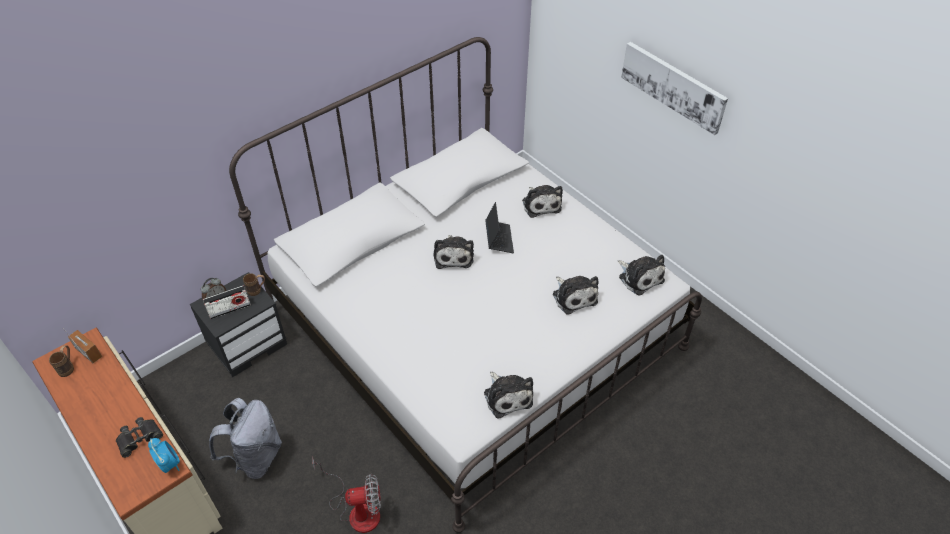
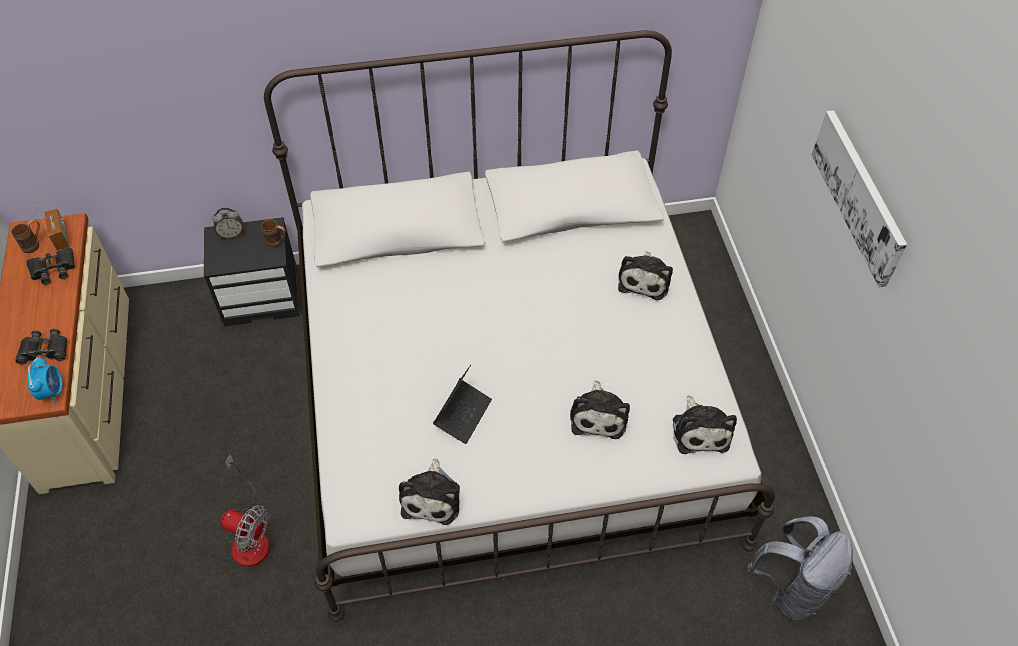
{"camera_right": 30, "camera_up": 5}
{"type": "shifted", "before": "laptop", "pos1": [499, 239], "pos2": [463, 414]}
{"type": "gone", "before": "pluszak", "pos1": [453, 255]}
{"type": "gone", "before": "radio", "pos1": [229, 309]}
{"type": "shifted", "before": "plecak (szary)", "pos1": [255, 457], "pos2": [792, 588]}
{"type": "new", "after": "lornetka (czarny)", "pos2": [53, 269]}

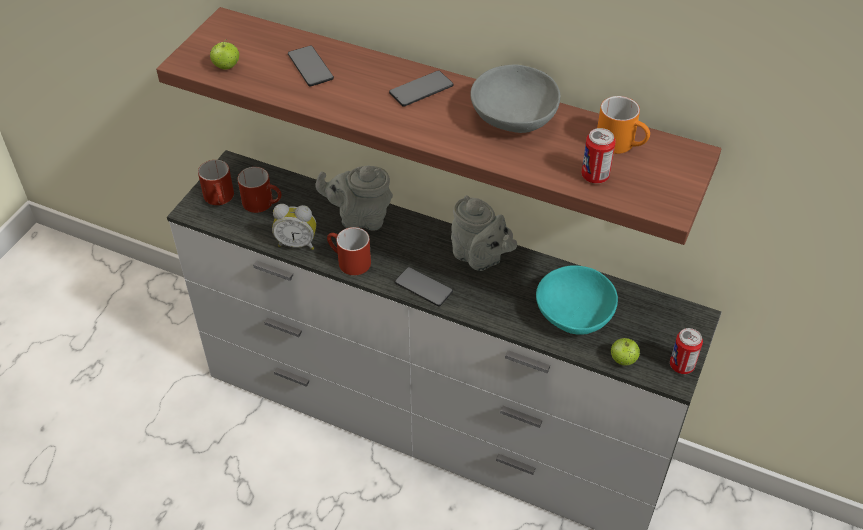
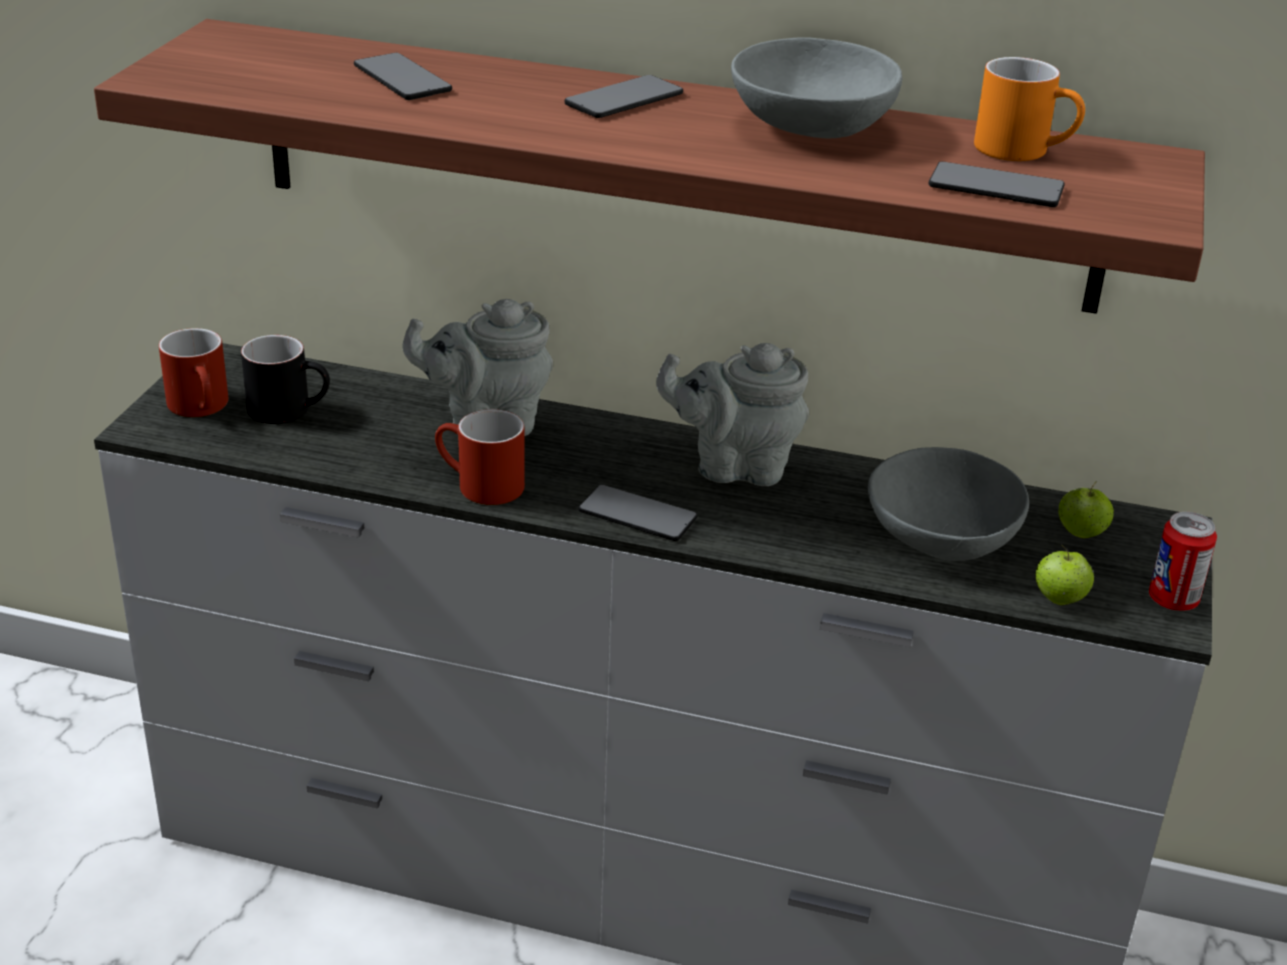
{"camera_right": -10, "camera_up": -15}
{"type": "shifted", "before": "jabłko", "pos1": [226, 67], "pos2": [1080, 534]}
{"type": "swapped", "before": "puszka", "after": "telefon", "pos1": [595, 176], "pos2": [995, 187]}
{"type": "repainted", "before": "kubek (czerwony)", "after": "kubek (czarny)", "pos1": [263, 203], "pos2": [291, 409]}
{"type": "rotated", "before": "imbryk (szary)", "pos1": [480, 258], "pos2": [735, 466], "turn": 150}
{"type": "gone", "before": "budzik", "pos1": [297, 243]}
{"type": "repainted", "before": "miska (turkusowy)", "after": "miska (szary)", "pos1": [573, 314], "pos2": [939, 538]}

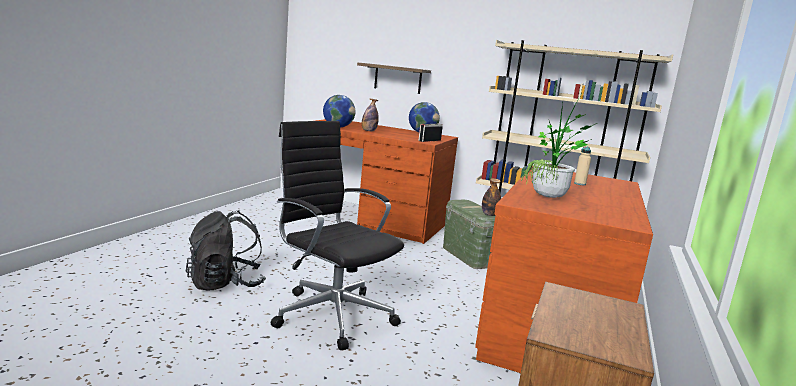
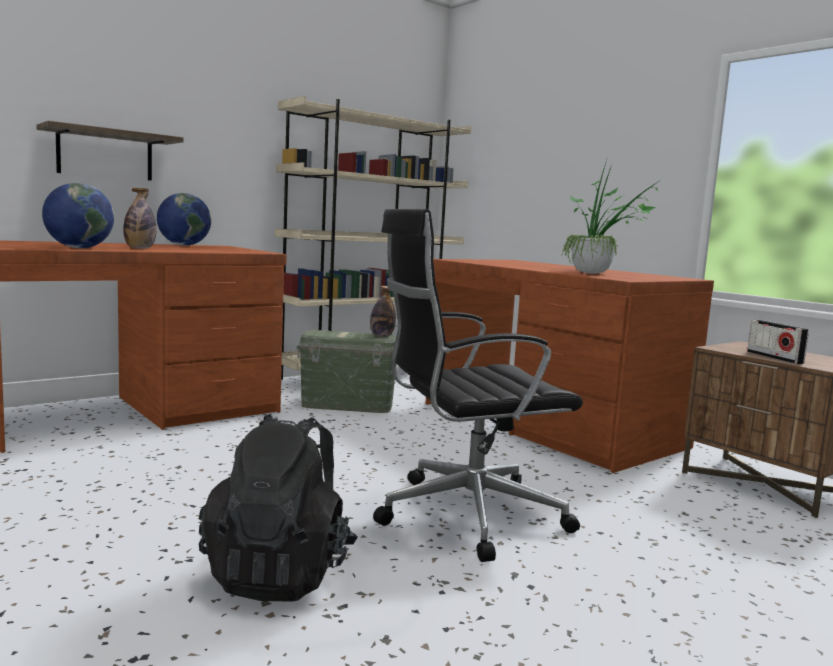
{"camera_right": -60, "camera_up": -5}
{"type": "shifted", "before": "radio", "pos1": [429, 140], "pos2": [774, 358]}
{"type": "gone", "before": "butelka (beżowy)", "pos1": [579, 184]}

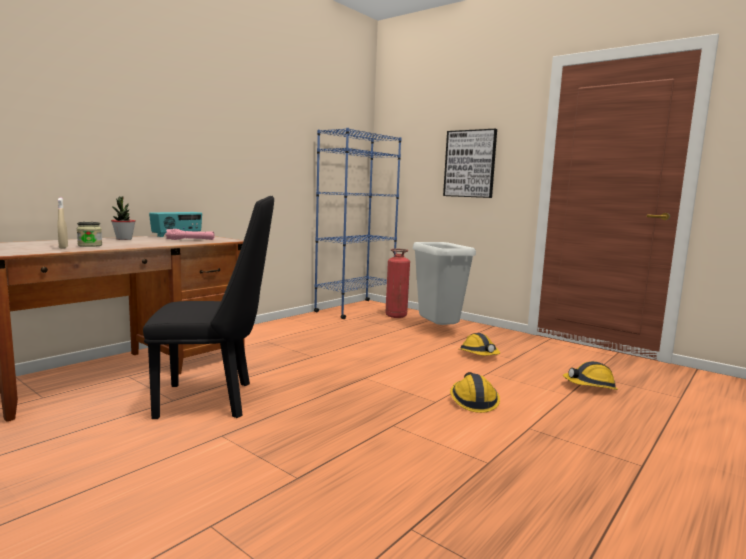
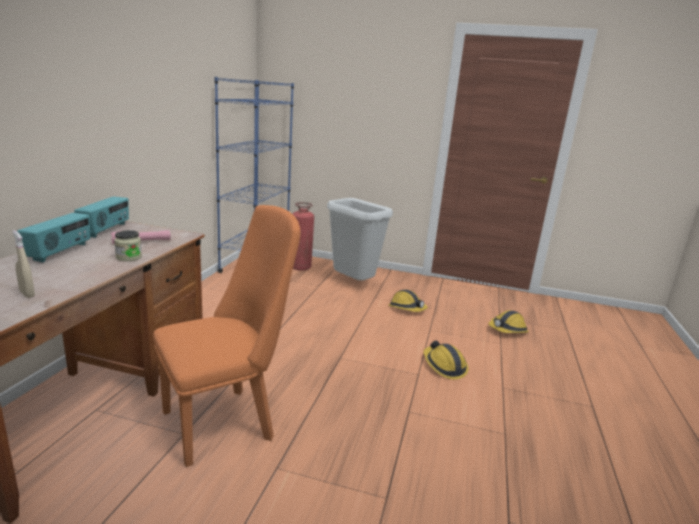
{"camera_right": -25, "camera_up": 10}
{"type": "gone", "before": "obraz", "pos1": [470, 164]}
{"type": "repainted", "before": "krzesło (czarny)", "after": "krzesło (pomarańczowy)", "pos1": [215, 399], "pos2": [227, 421]}
{"type": "swapped", "before": "roślina doniczkowa", "after": "radio", "pos1": [124, 239], "pos2": [60, 252]}
{"type": "shifted", "before": "słoik", "pos1": [90, 245], "pos2": [129, 257]}

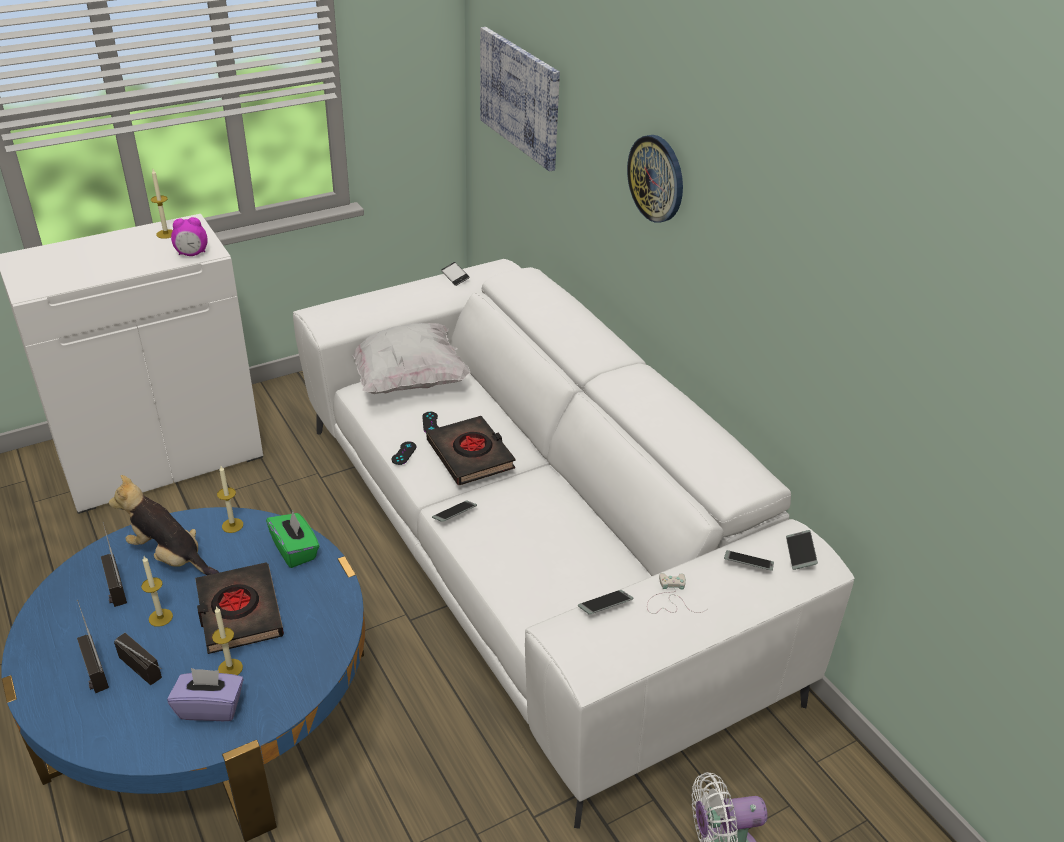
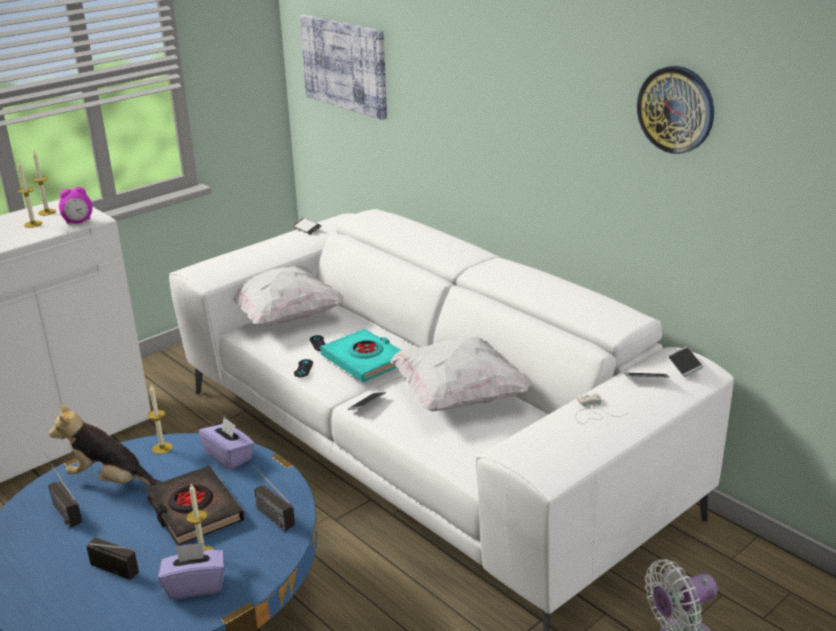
{"camera_right": -10, "camera_up": -10}
{"type": "shifted", "before": "zegar ścienny", "pos1": [656, 178], "pos2": [676, 109]}
{"type": "repainted", "before": "książka (czarny)", "after": "książka (turkusowy)", "pos1": [471, 455], "pos2": [364, 360]}
{"type": "repainted", "before": "pudełko chusteczek (zielony)", "after": "pudełko chusteczek (fioletowy)", "pos1": [295, 550], "pos2": [229, 456]}
{"type": "shifted", "before": "świeca", "pos1": [160, 617], "pos2": [33, 224]}
{"type": "gone", "before": "telefon", "pos1": [605, 606]}
{"type": "shifted", "before": "radio", "pos1": [90, 662], "pos2": [266, 511]}
{"type": "new", "after": "poduszka (biały)", "pos2": [459, 396]}

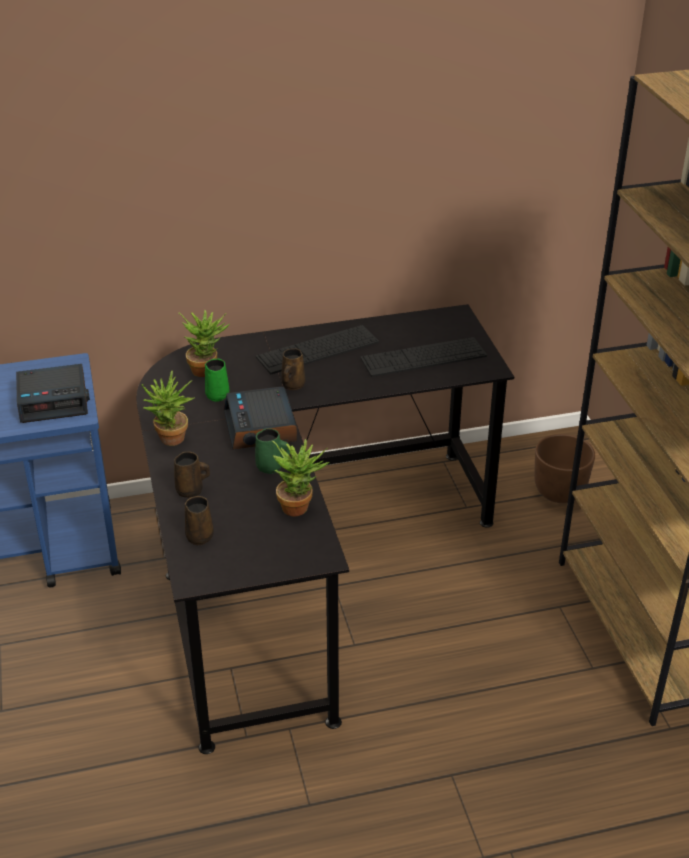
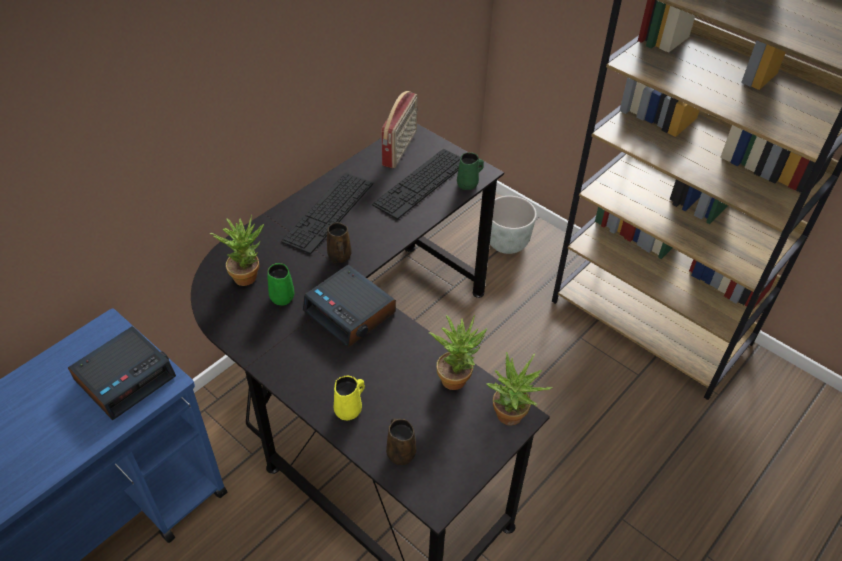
{"camera_right": -35, "camera_up": 10}
{"type": "shifted", "before": "roślina doniczkowa", "pos1": [171, 442], "pos2": [512, 419]}
{"type": "shifted", "before": "kubek (zielony)", "pos1": [271, 467], "pos2": [468, 184]}
{"type": "repainted", "before": "donica (brązowy)", "after": "donica (szary)", "pos1": [560, 492], "pos2": [507, 243]}
{"type": "repainted", "before": "kubek (brązowy)", "after": "kubek (żółty)", "pos1": [191, 491], "pos2": [349, 409]}
{"type": "new", "after": "radio", "pos2": [400, 148]}

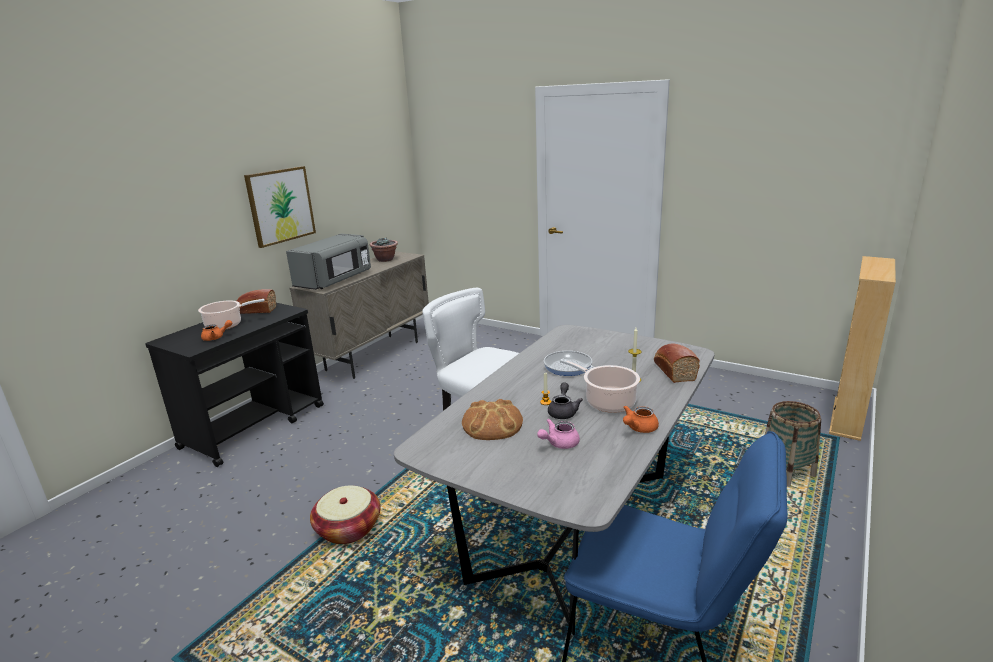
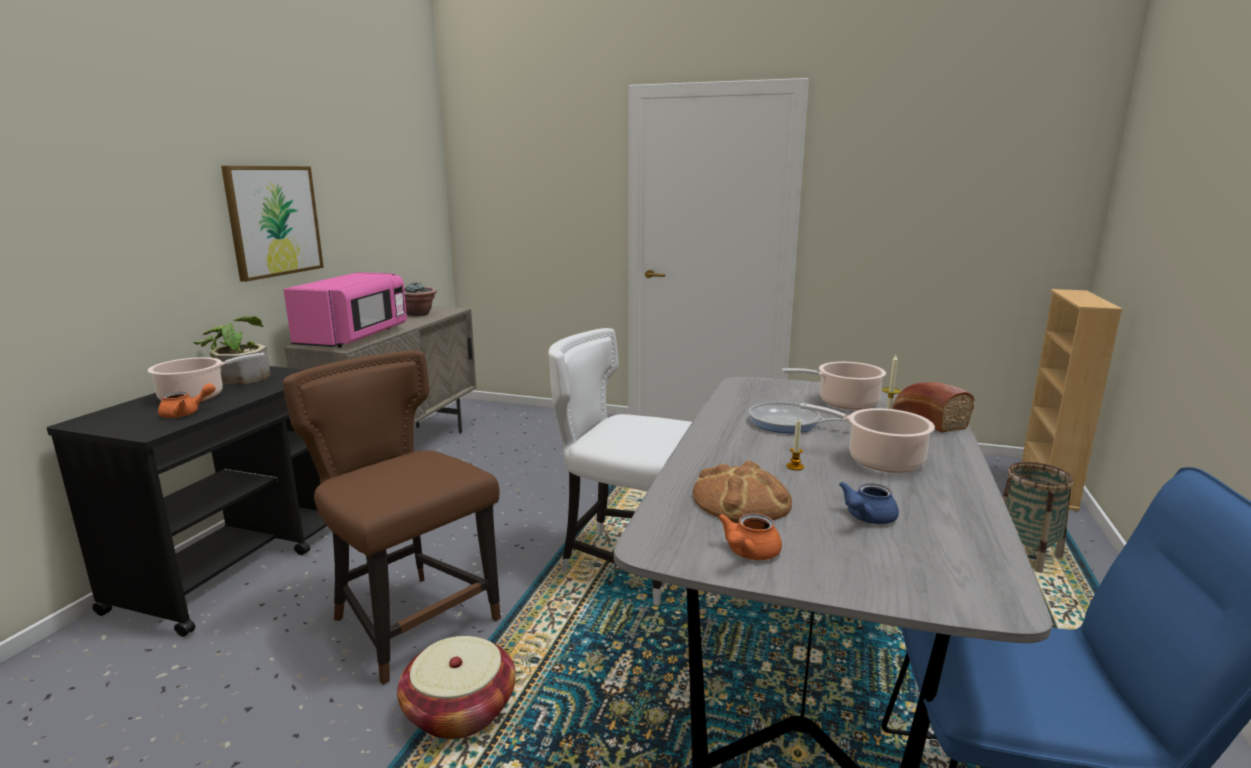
{"camera_right": -15, "camera_up": -5}
{"type": "repainted", "before": "mikrofalówka (szary)", "after": "mikrofalówka (różowy)", "pos1": [335, 280], "pos2": [355, 337]}
{"type": "swapped", "before": "chleb", "after": "roślina doniczkowa", "pos1": [255, 310], "pos2": [239, 377]}
{"type": "gone", "before": "imbryk (szary)", "pos1": [563, 411]}
{"type": "shifted", "before": "imbryk (pomarańczowy)", "pos1": [638, 428], "pos2": [748, 553]}
{"type": "repainted", "before": "imbryk (różowy)", "after": "imbryk (niebieski)", "pos1": [559, 443], "pos2": [866, 518]}
{"type": "new", "after": "krzesło (brązowy)", "pos2": [410, 621]}
{"type": "new", "after": "garnek", "pos2": [844, 403]}

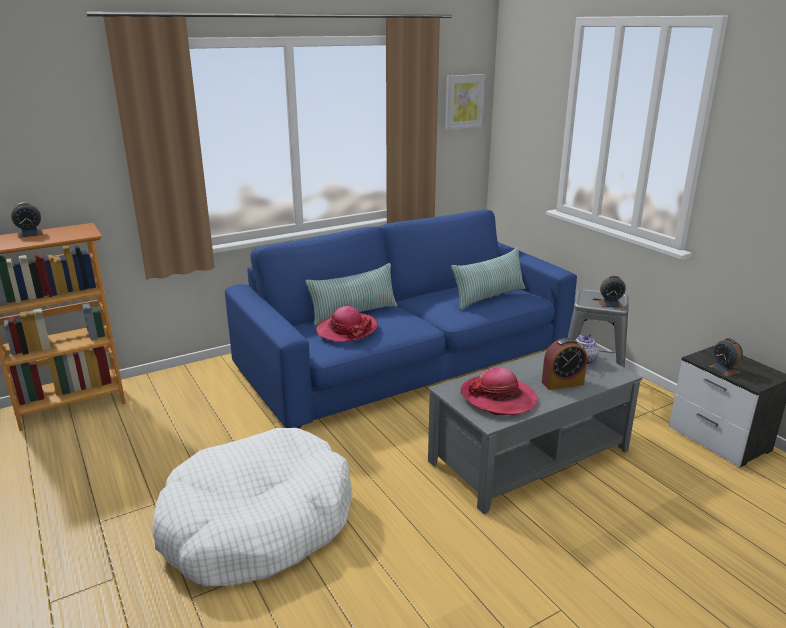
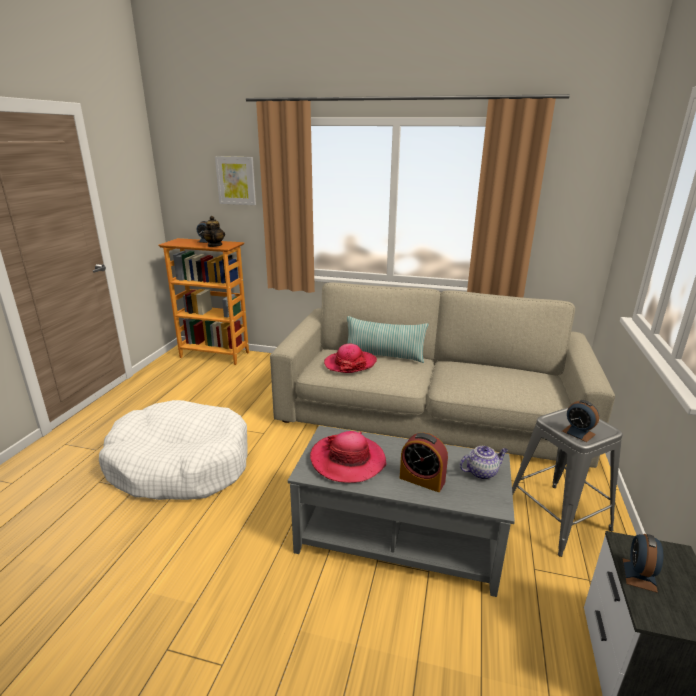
{"camera_right": 45, "camera_up": 0}
{"type": "shifted", "before": "obraz", "pos1": [463, 101], "pos2": [236, 180]}
{"type": "repainted", "before": "kanapa (niebieski)", "after": "kanapa (beżowy)", "pos1": [406, 357], "pos2": [429, 411]}
{"type": "gone", "before": "poduszka", "pos1": [489, 297]}
{"type": "new", "after": "imbryk", "pos2": [214, 245]}

